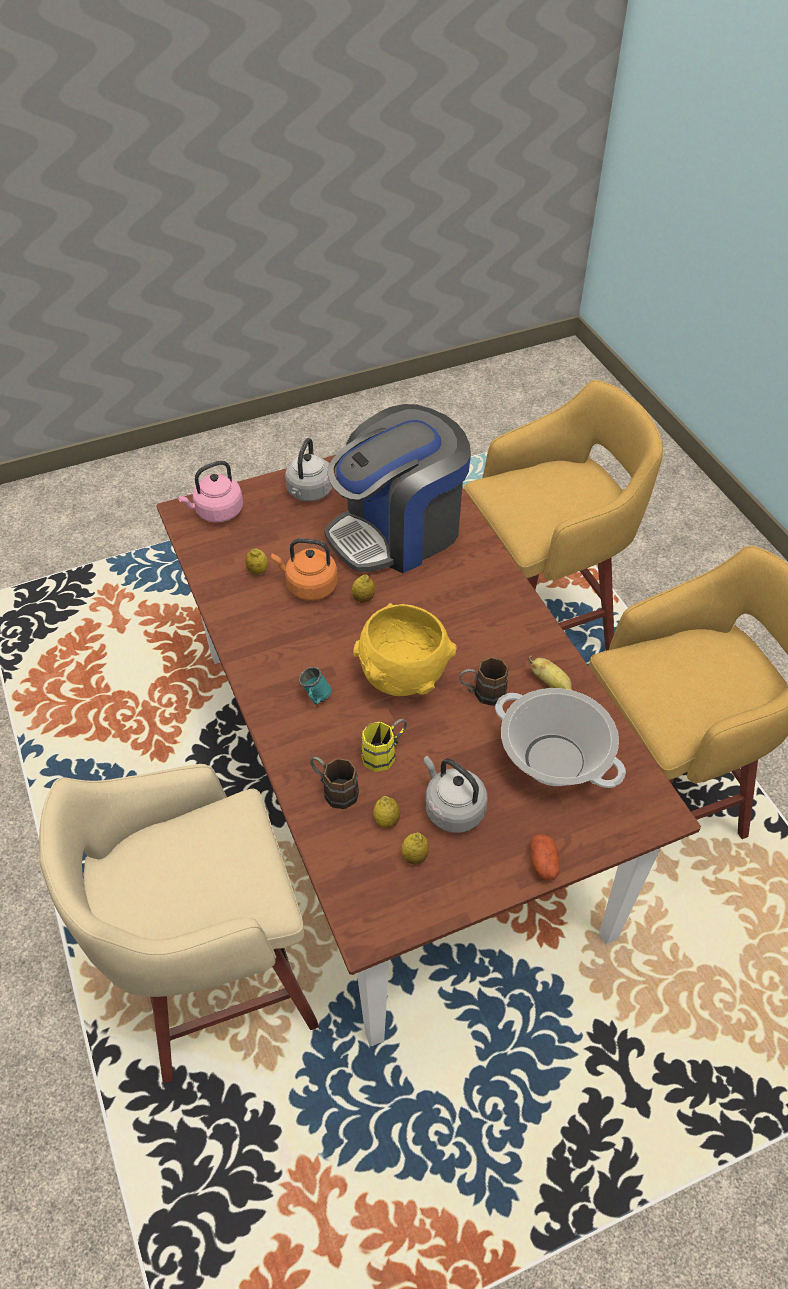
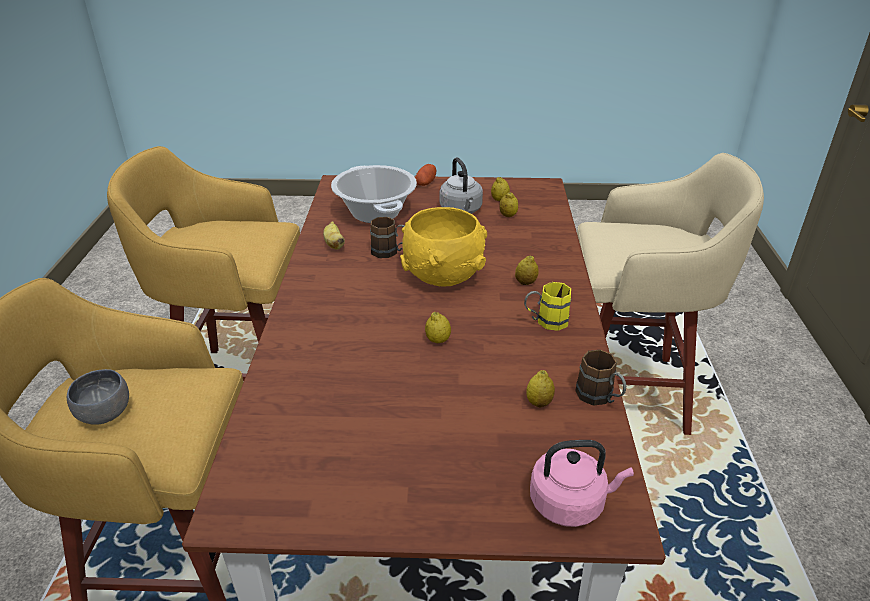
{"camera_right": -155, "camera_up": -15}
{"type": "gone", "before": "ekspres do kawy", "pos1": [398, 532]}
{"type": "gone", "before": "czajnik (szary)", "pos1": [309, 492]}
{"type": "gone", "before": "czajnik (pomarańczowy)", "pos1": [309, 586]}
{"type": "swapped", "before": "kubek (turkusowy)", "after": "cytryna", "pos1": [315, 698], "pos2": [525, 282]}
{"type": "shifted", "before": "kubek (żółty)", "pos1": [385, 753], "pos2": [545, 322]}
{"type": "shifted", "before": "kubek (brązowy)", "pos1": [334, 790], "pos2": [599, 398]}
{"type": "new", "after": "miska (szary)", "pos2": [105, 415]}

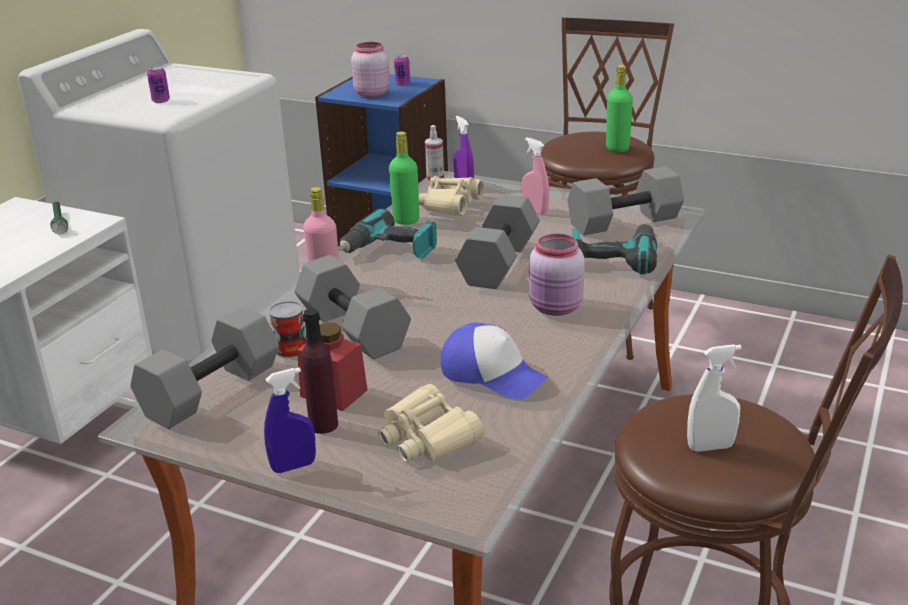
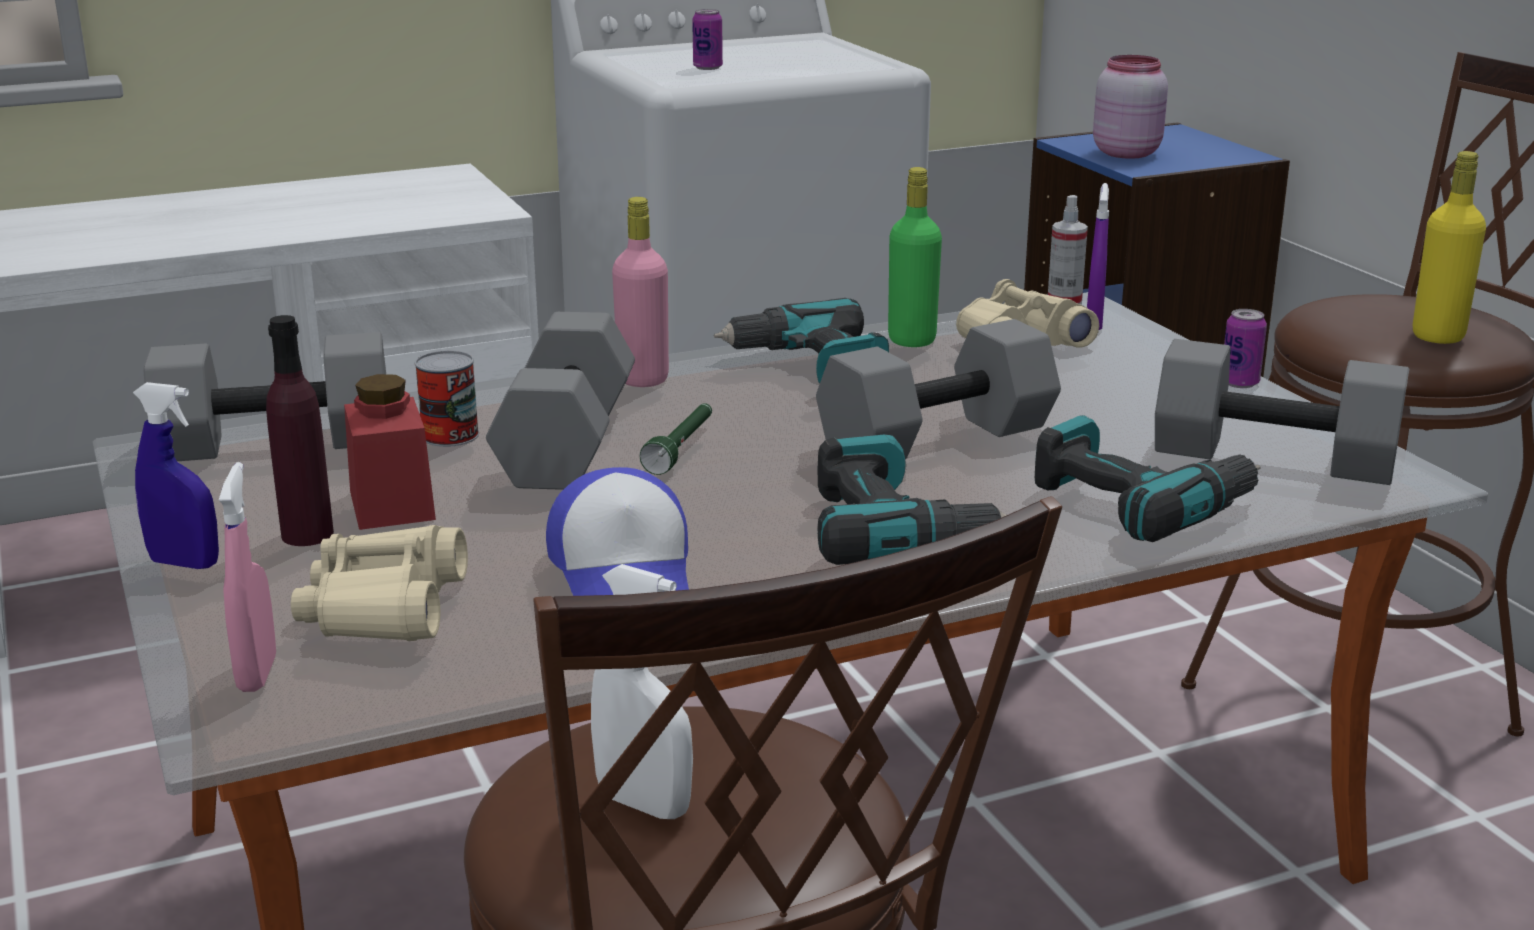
{"camera_right": 40, "camera_up": -5}
{"type": "shifted", "before": "puszka", "pos1": [402, 84], "pos2": [1239, 383]}
{"type": "repainted", "before": "butelka (zielony)", "after": "butelka (żółty)", "pos1": [617, 148], "pos2": [1438, 336]}
{"type": "shifted", "before": "spryskiwacz (różowy)", "pos1": [535, 210], "pos2": [257, 673]}
{"type": "shifted", "before": "latarka (zielony)", "pos1": [59, 222], "pos2": [682, 449]}
{"type": "swapped", "before": "słoik (różowy)", "after": "wiertarka", "pos1": [556, 308], "pos2": [897, 531]}

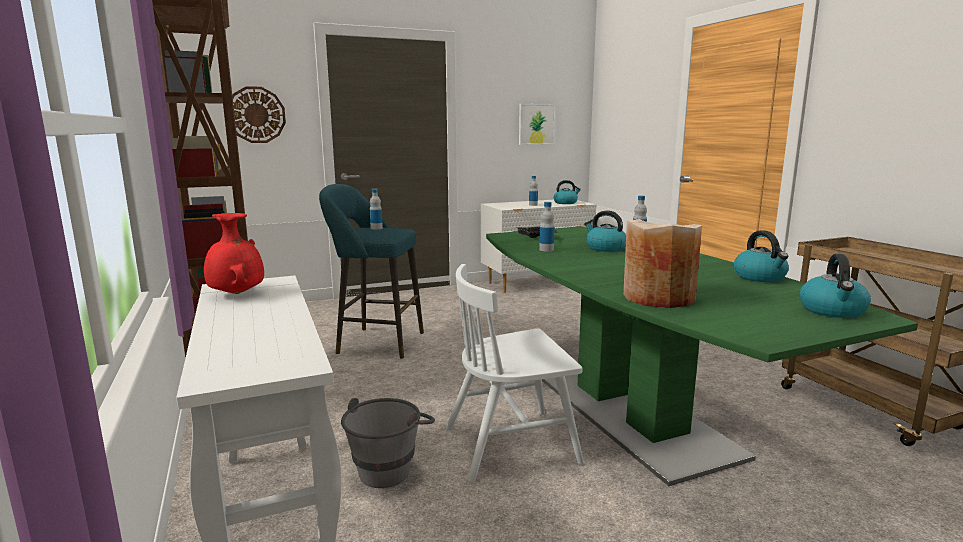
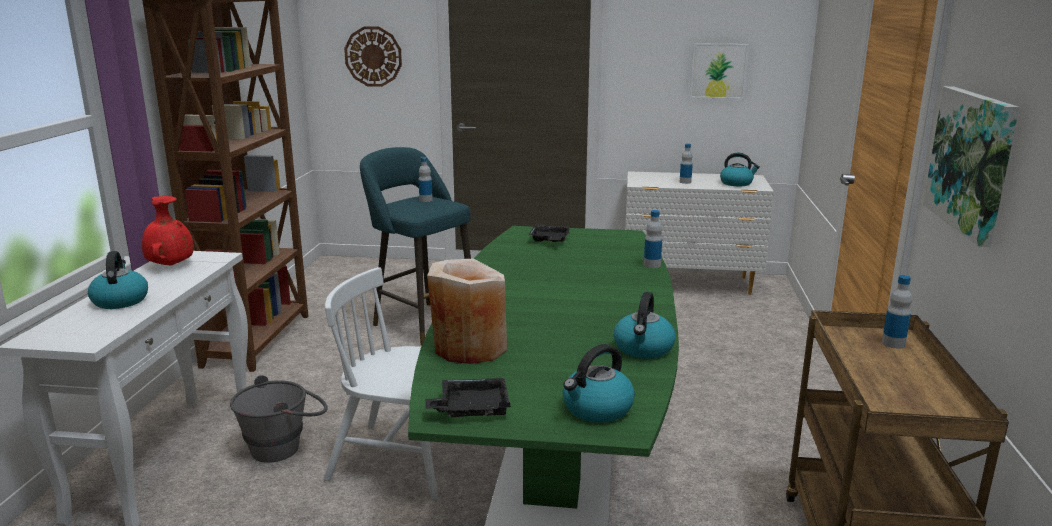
{"camera_right": 30, "camera_up": 5}
{"type": "shifted", "before": "butelka", "pos1": [546, 249], "pos2": [893, 343]}
{"type": "shifted", "before": "czajnik", "pos1": [605, 248], "pos2": [120, 300]}
{"type": "new", "after": "obraz", "pos2": [972, 161]}
{"type": "new", "after": "taca (czarny)", "pos2": [471, 408]}

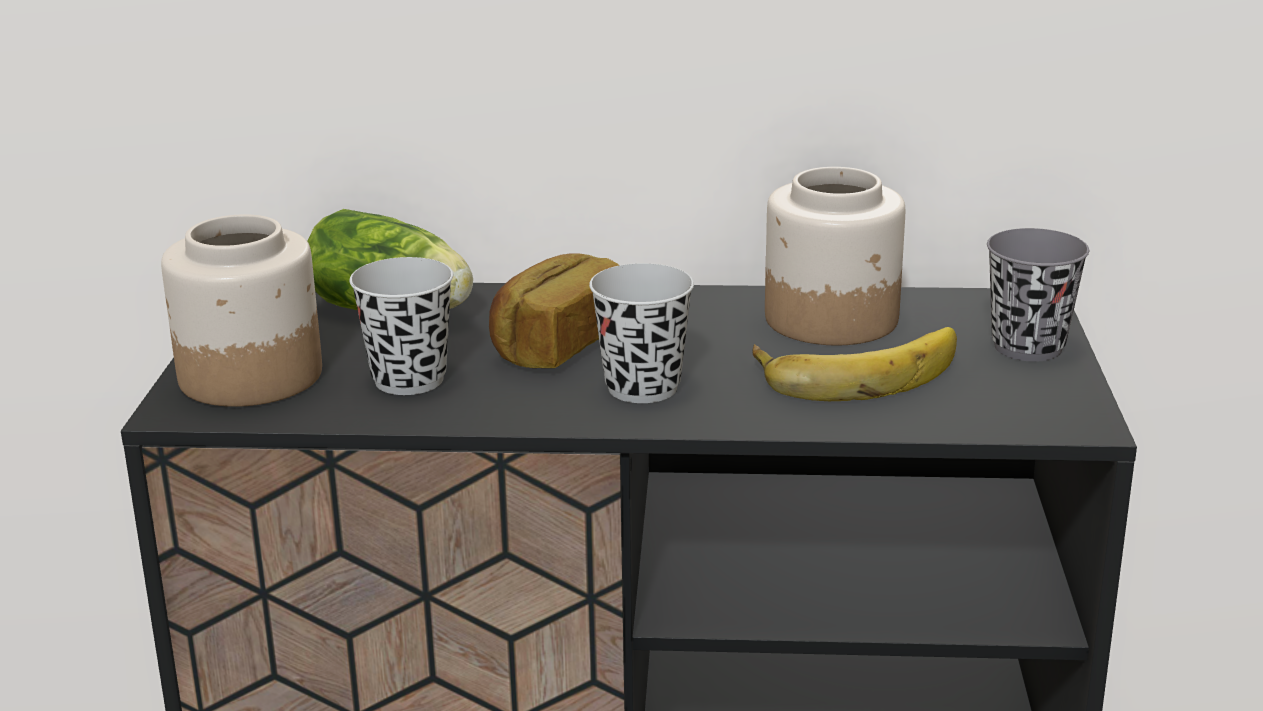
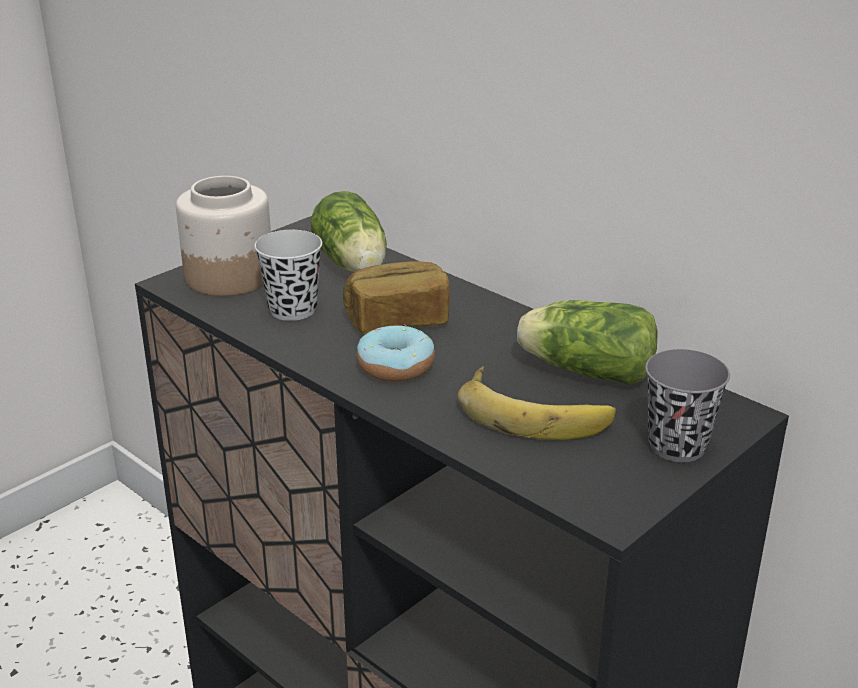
{"camera_right": 40, "camera_up": 5}
{"type": "swapped", "before": "słoik", "after": "sałata", "pos1": [833, 319], "pos2": [583, 370]}
{"type": "swapped", "before": "filiżanka (czarny)", "after": "donut", "pos1": [642, 387], "pos2": [396, 367]}

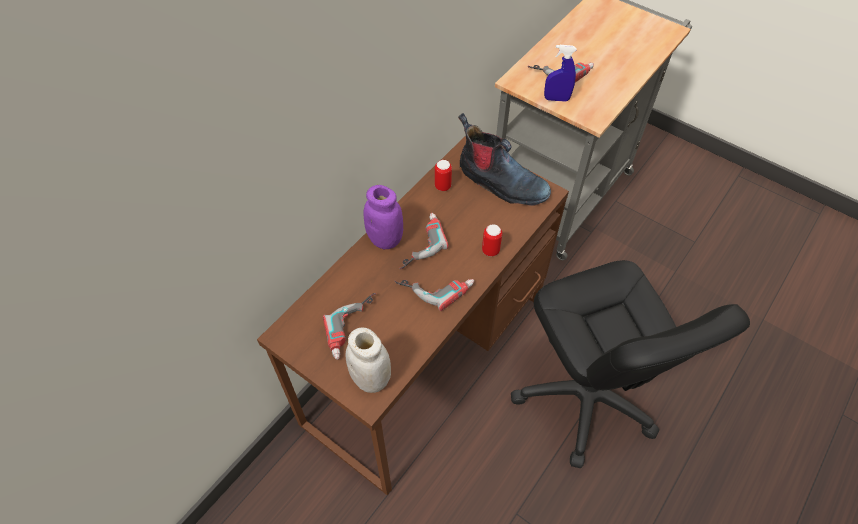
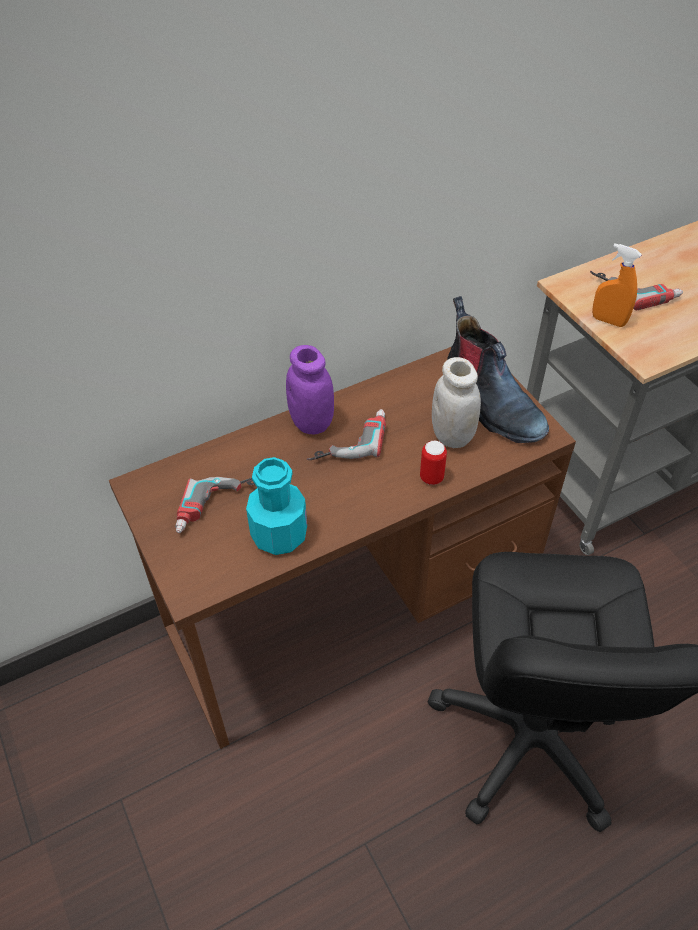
{"camera_right": 25, "camera_up": -5}
{"type": "repainted", "before": "spryskiwacz (niebieski)", "after": "spryskiwacz (pomarańczowy)", "pos1": [556, 99], "pos2": [608, 321]}
{"type": "gone", "before": "puszka", "pos1": [442, 186]}
{"type": "gone", "before": "wiertarka", "pos1": [435, 285]}
{"type": "shifted", "before": "słoik (biały)", "pos1": [371, 379], "pos2": [452, 435]}
{"type": "new", "after": "butelka (turkusowy)", "pos2": [279, 535]}

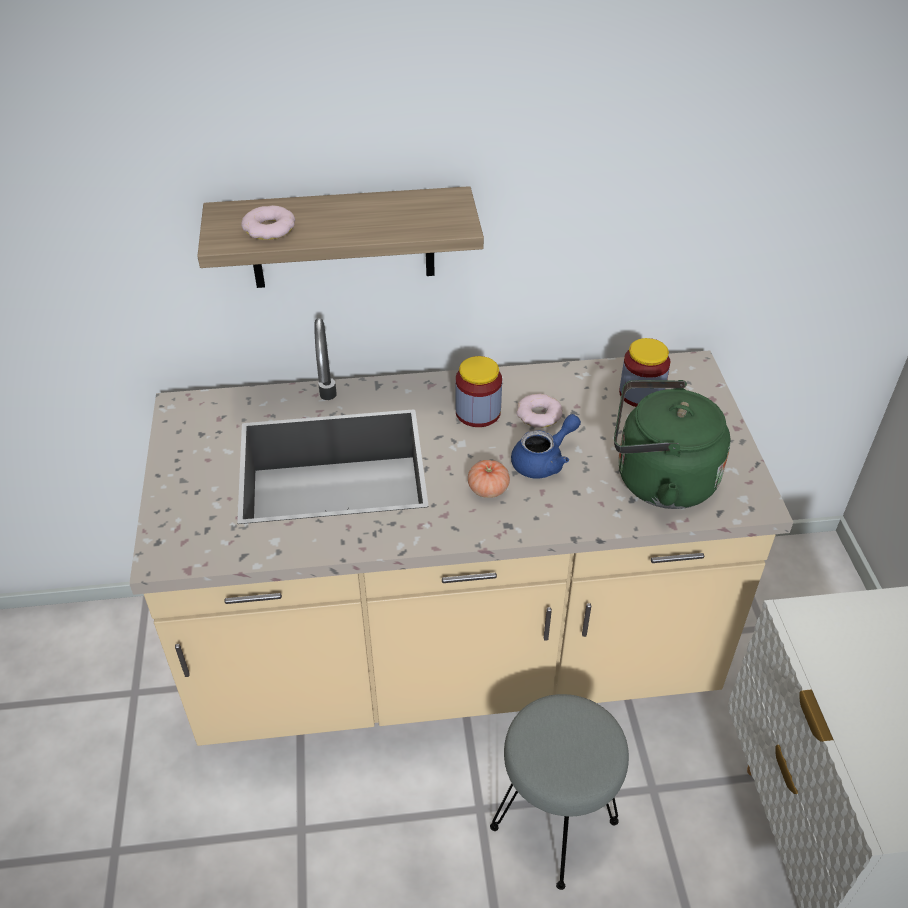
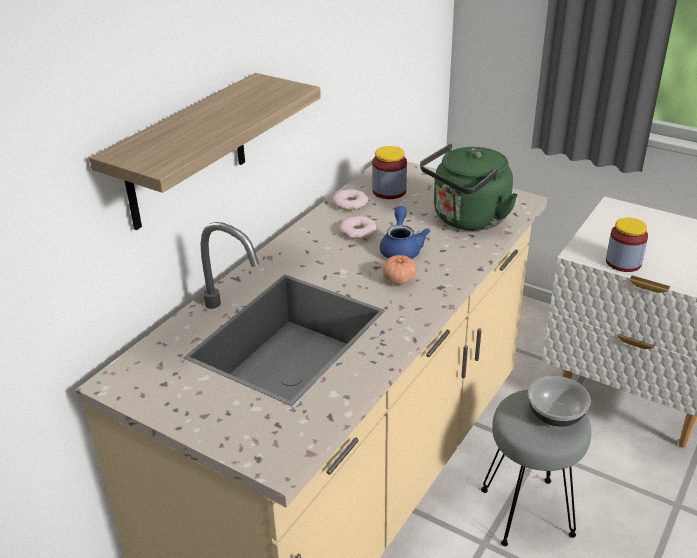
{"camera_right": -50, "camera_up": -10}
{"type": "shifted", "before": "donut", "pos1": [269, 228], "pos2": [350, 203]}
{"type": "shifted", "before": "słoik", "pos1": [478, 412], "pos2": [623, 262]}
{"type": "new", "after": "miska", "pos2": [555, 415]}

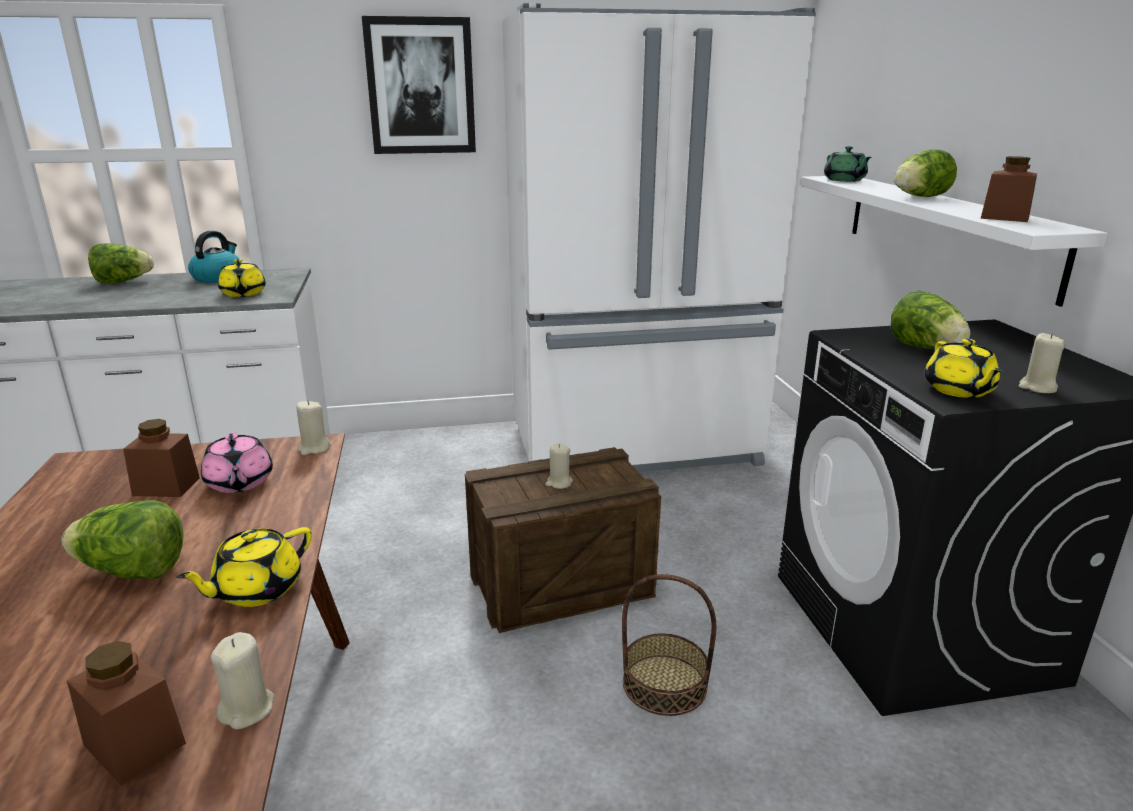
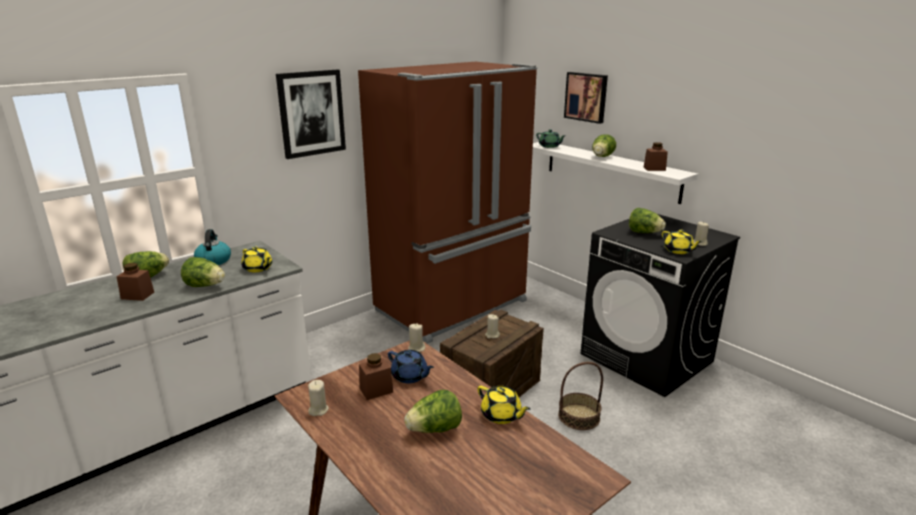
{"camera_right": -30, "camera_up": 0}
{"type": "repainted", "before": "lodówka (biały)", "after": "lodówka (brązowy)", "pos1": [635, 446], "pos2": [454, 306]}
{"type": "repainted", "before": "imbryk (różowy)", "after": "imbryk (niebieski)", "pos1": [239, 483], "pos2": [410, 376]}
{"type": "rotated", "before": "imbryk (żółty)", "pos1": [256, 590], "pos2": [501, 415], "turn": -60}
{"type": "shifted", "before": "świeca (beżowy)", "pos1": [247, 709], "pos2": [318, 410]}
{"type": "shifted", "before": "słoik (brązowy)", "pos1": [134, 744], "pos2": [137, 295]}
{"type": "new", "after": "obraz", "pos2": [586, 97]}
{"type": "new", "after": "sałata", "pos2": [205, 286]}

